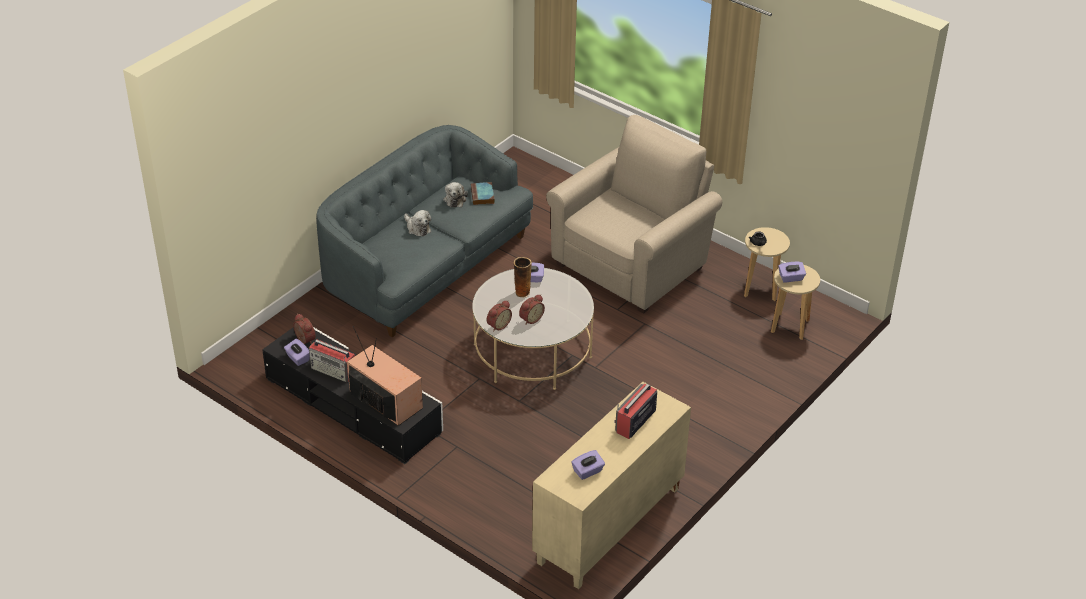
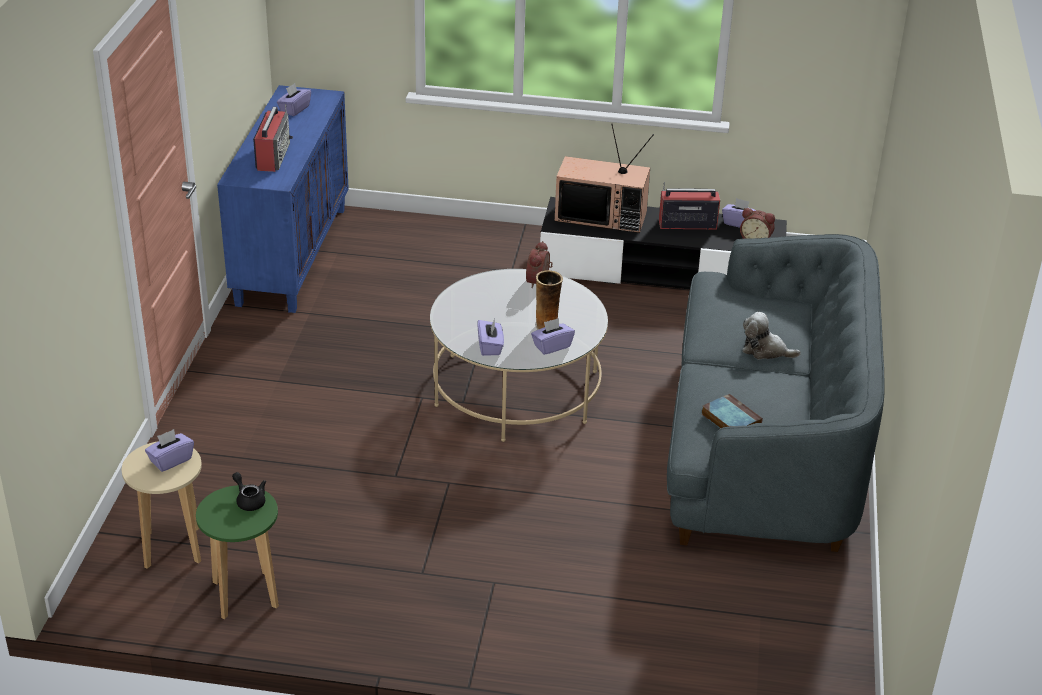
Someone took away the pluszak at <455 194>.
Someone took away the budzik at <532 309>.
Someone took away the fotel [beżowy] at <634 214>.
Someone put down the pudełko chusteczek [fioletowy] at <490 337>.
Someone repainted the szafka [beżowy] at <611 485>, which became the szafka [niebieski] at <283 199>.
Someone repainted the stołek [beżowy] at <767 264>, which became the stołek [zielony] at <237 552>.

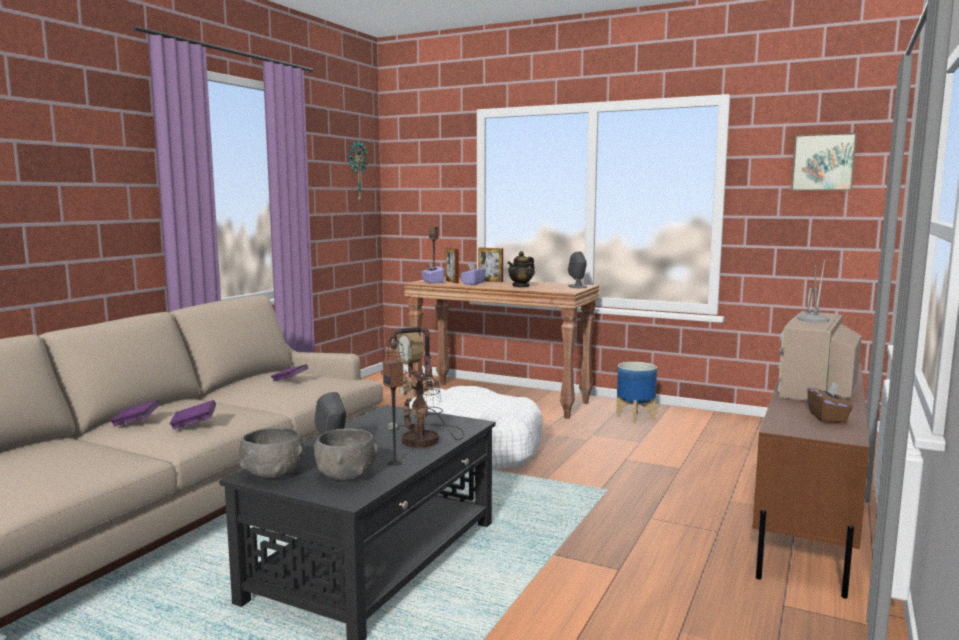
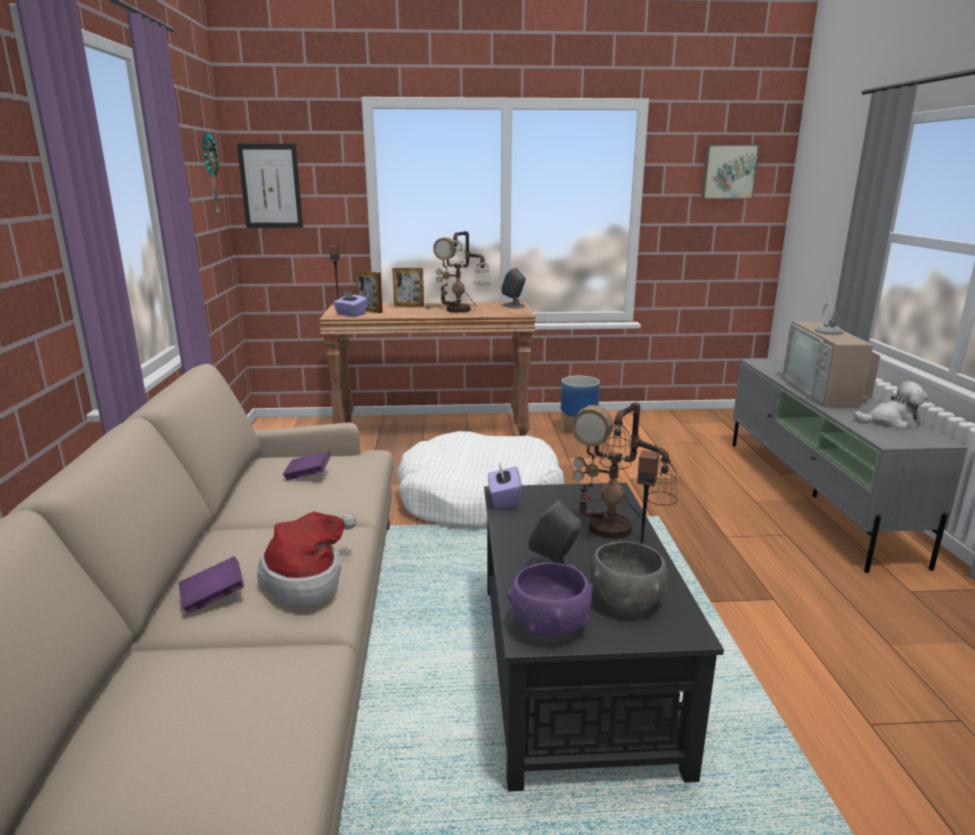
Someone put up the obraz at <270 186>.
Someone carried the pudełko chusteczek [fioletowy] from <473 274> to <505 485>.
Someone swapped the książka [fioletowy] at <193 415> for the kapelusz at <307 559>.
Someone swapped the imbryk at <521 269> for the lampa stołowa at <457 272>.
Someone swapped the pudełko chusteczek [brązowy] at <830 402> for the pluszak at <891 405>.
Someone repainted the miska [szary] at <272 453>, which became the miska [fioletowy] at <550 600>.
Someone repainted the szafka pod telewizor [brązowy] at <811 481>, which became the szafka pod telewizor [szary] at <850 465>.

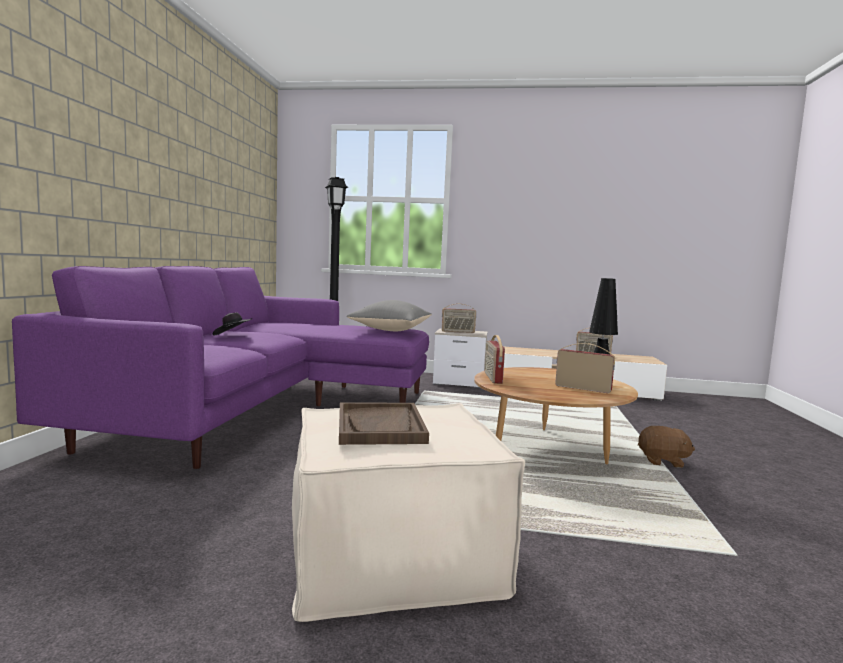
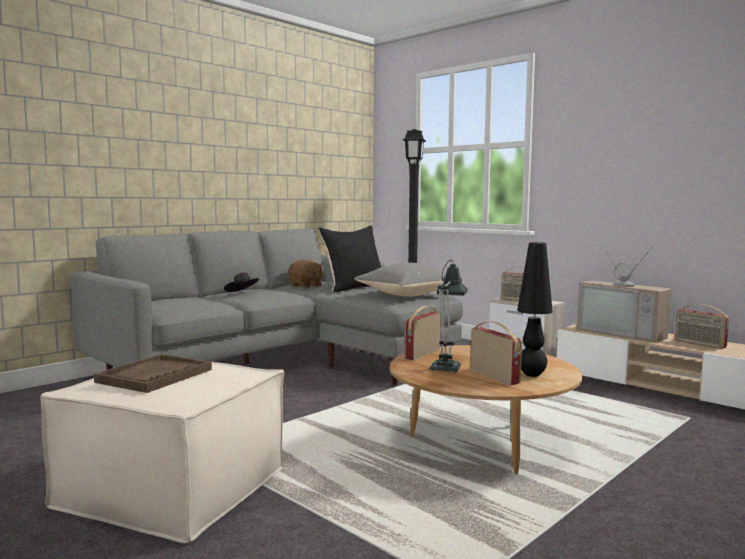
Someone put down the poduszka [czarny] at <349 259>.
Someone put down the lampa stołowa at <449 316>.
Someone put down the telewizor at <624 293>.
Someone carried the pluszak [brązowy] from <666 447> to <306 274>.
Someone repainted the kanapa [fioletowy] at <220 367>, which became the kanapa [szary] at <267 306>.

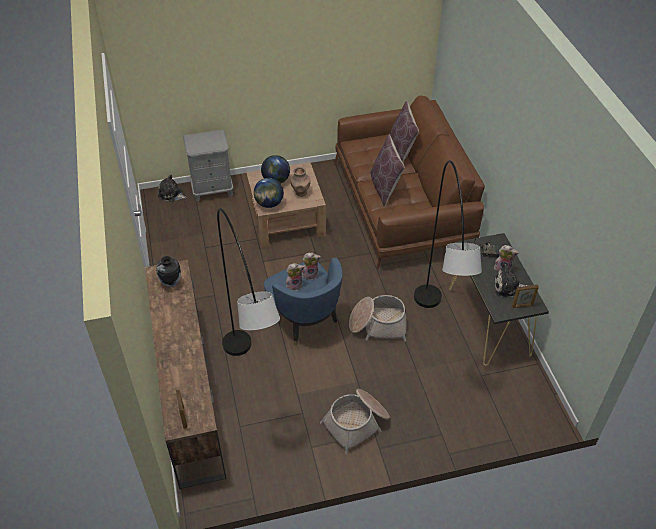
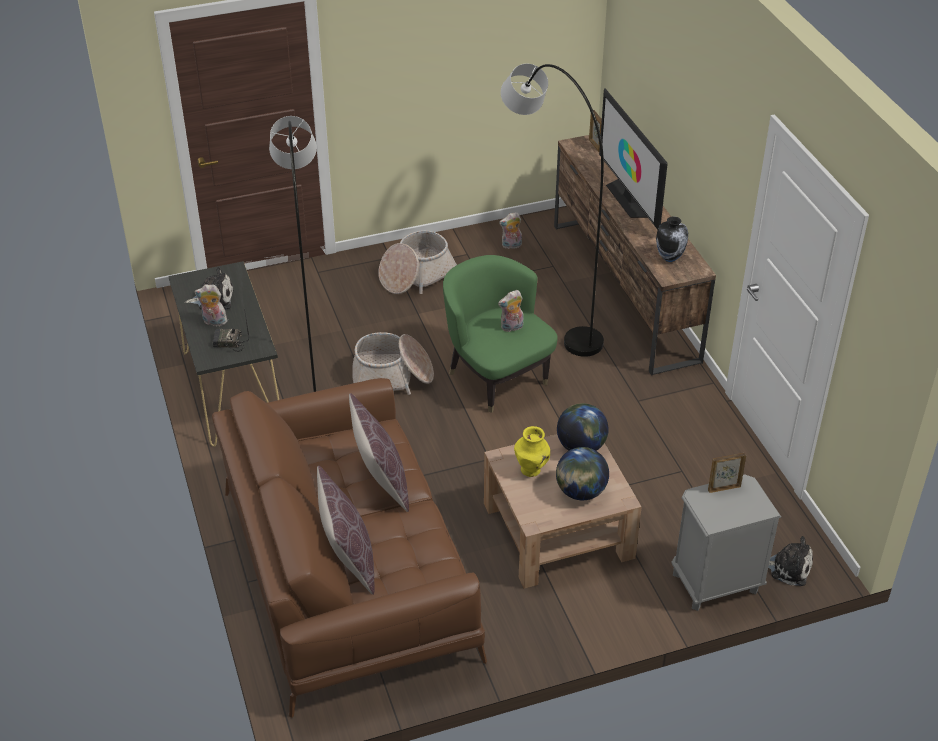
Someone put down the telewizor at <633 159>.
Someone carried the pluszak from <311 266> to <510 230>.
Someone carried the ramka na zdjęcie from <525 296> to <727 473>.
Someone repainted the fotel [niebieski] at <303 301>, which became the fotel [zielony] at <500 334>.
Someone repainted the wazon [brązowy] at <300 182>, which became the wazon [żółty] at <532 451>.

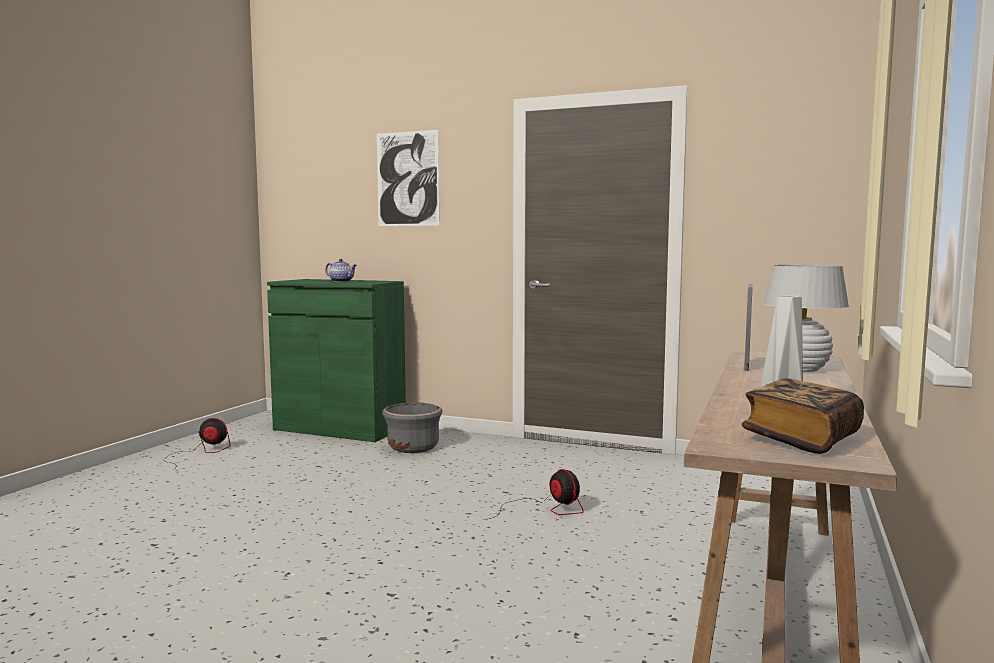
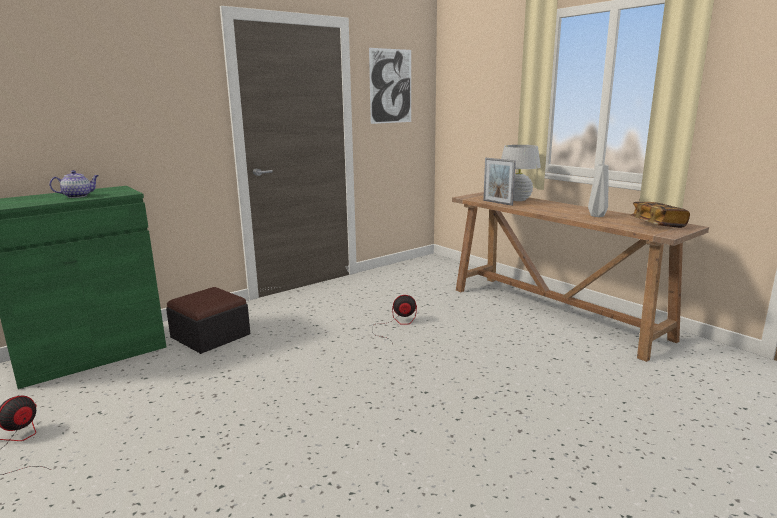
Someone carried the obraz from <408 178> to <390 86>.
Someone swapped the donica [szary] at <412 428> for the pufa at <208 320>.

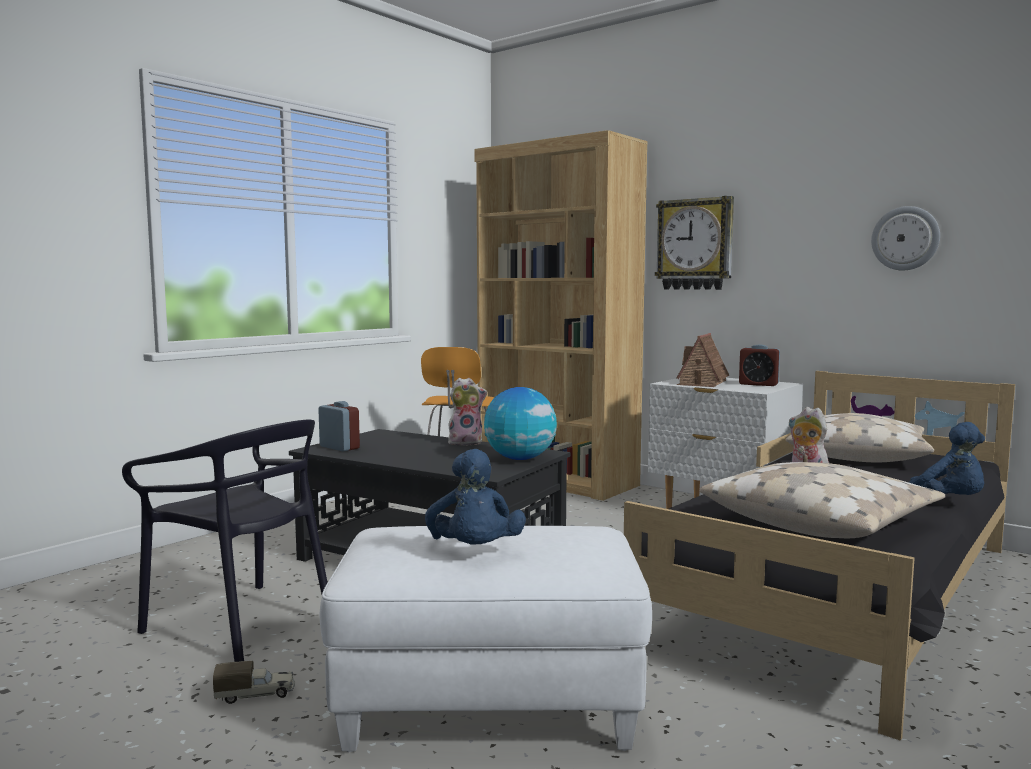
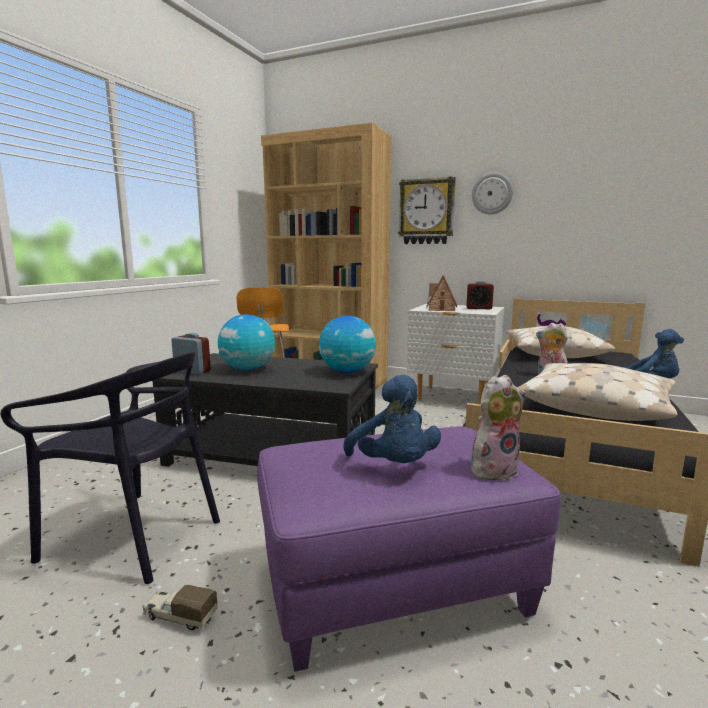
Someone put down the globus at <246 342>.
Someone carried the pluszak from <467 412> to <498 429>.
Someone carried the zegar ścienny from <905 238> to <492 193>.
Someone repainted the pufa [biały] at <486 639>, which became the pufa [fioletowy] at <408 549>.
Someone rotated the ciężarówka zabawkowa at <254 682> by 135 degrees counterclockwise.

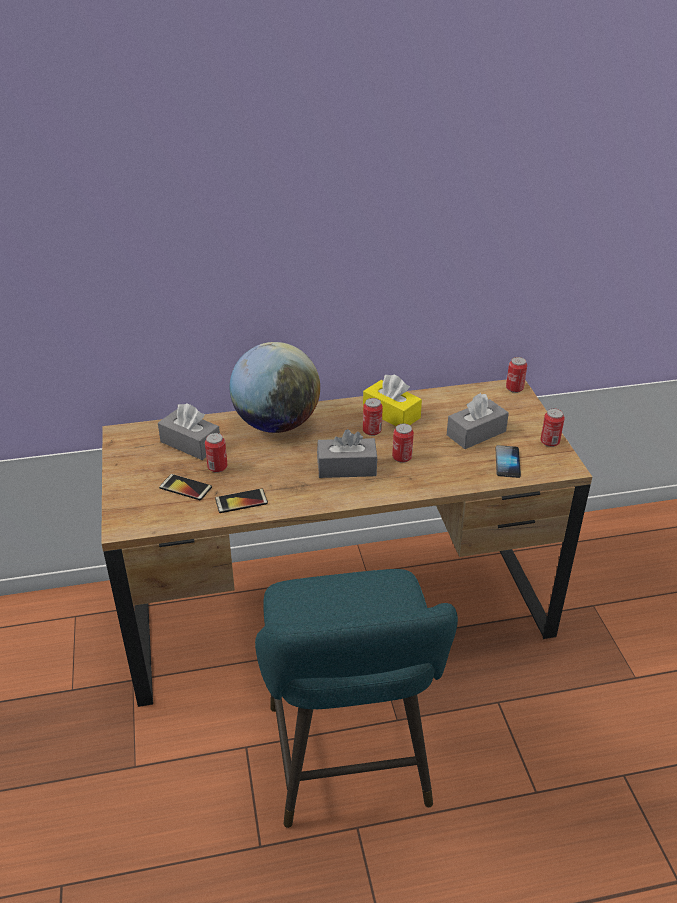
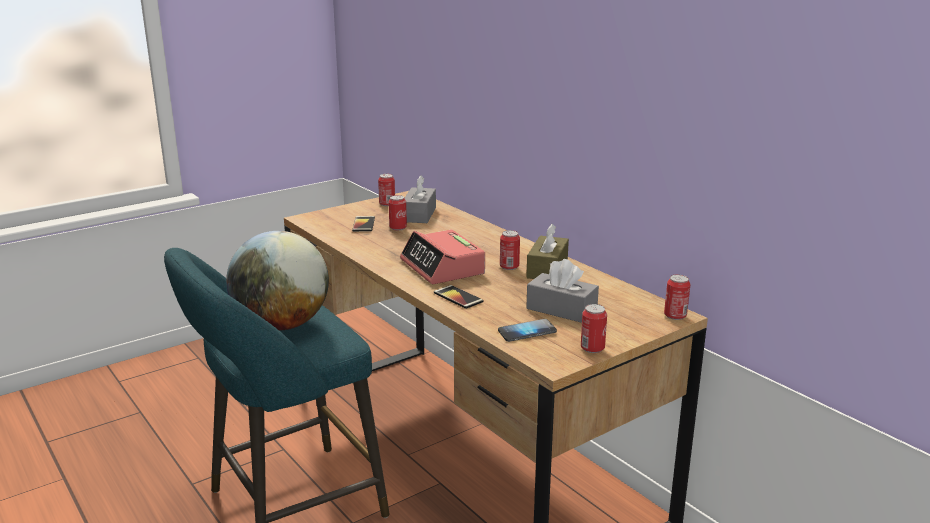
Someone carried the telefon from <241 500> to <459 297>.
Someone carried the globus from <275 387> to <277 281>.
Someone carried the puszka from <403 443> to <386 190>.
Someone swapped the pudełko chusteczek [szary] at <347 453> for the budzik at <442 256>.
Someone repainted the pudełko chusteczek [żółty] at <392 400>, which became the pudełko chusteczek [brązowy] at <547 251>.

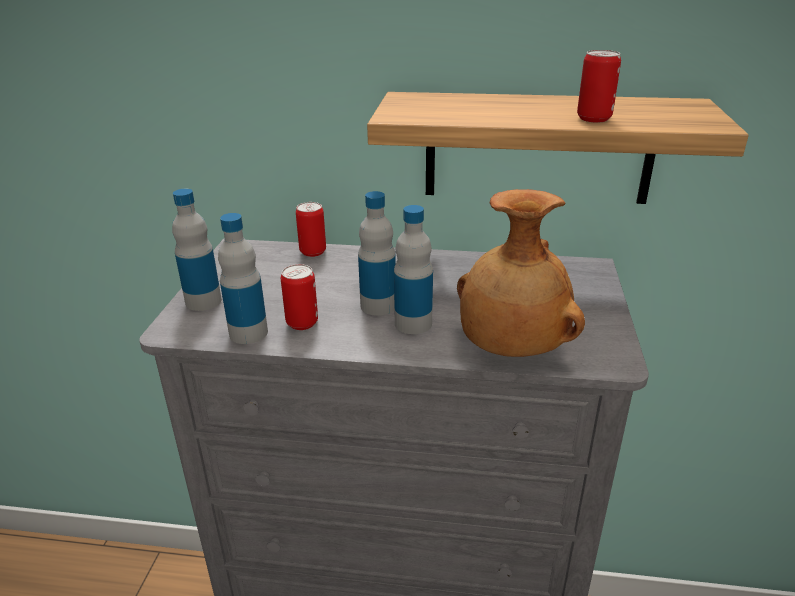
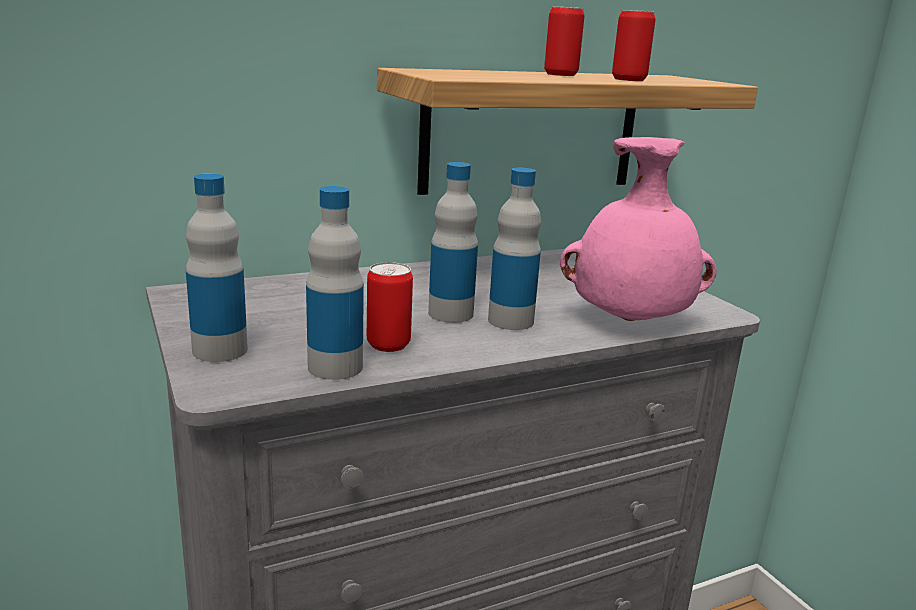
Someone carried the puszka from <311 229> to <564 41>.
Someone repainted the wazon [brązowy] at <521 273>, which became the wazon [różowy] at <638 229>.

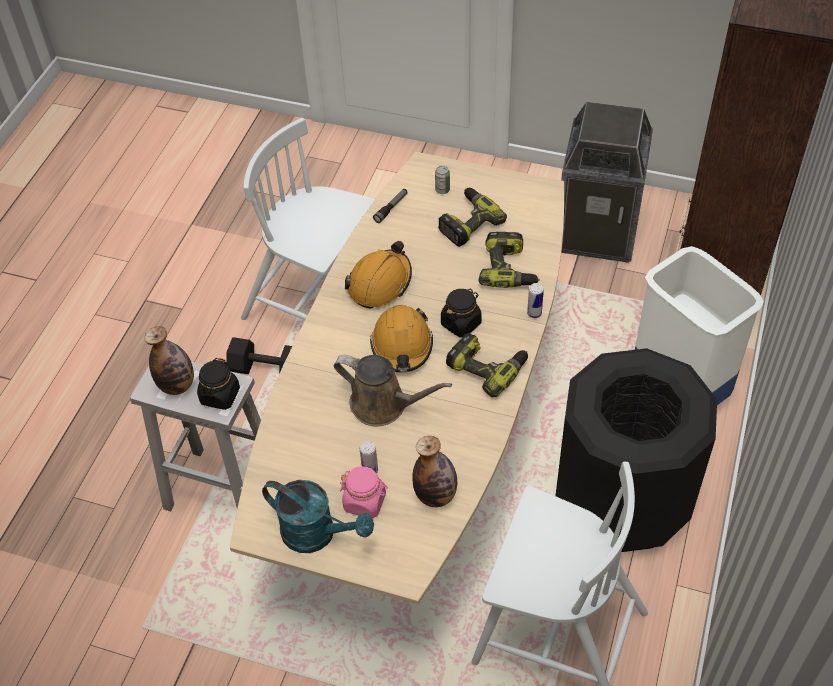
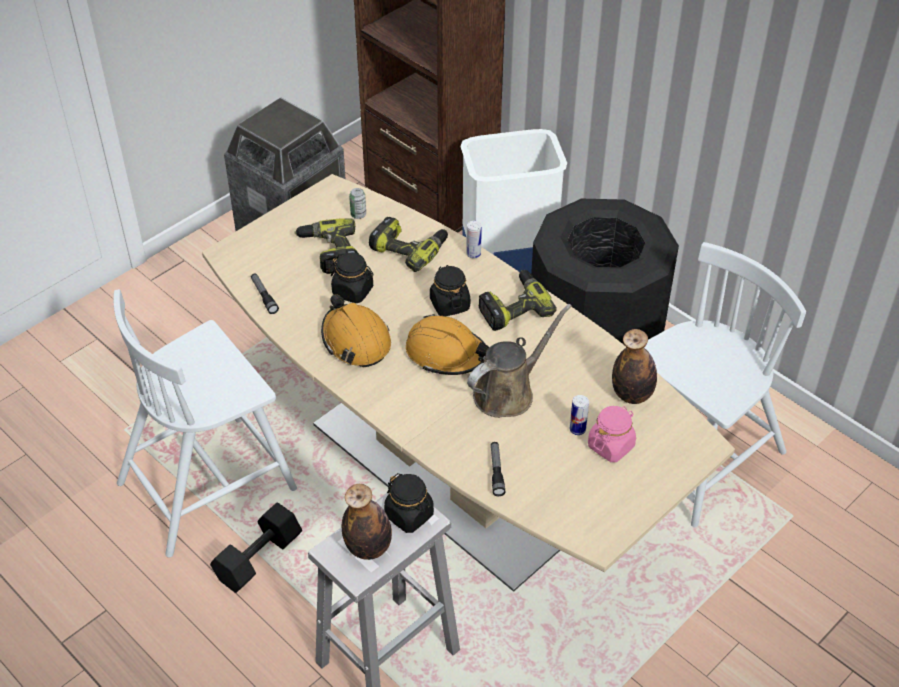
Someone took away the konewka [turkusowy] at <318 516>.
Someone put down the słoik [czarny] at <352 278>.
Someone put down the latarka at <498 469>.
Someone carried the puszka from <442 180> to <357 203>.

